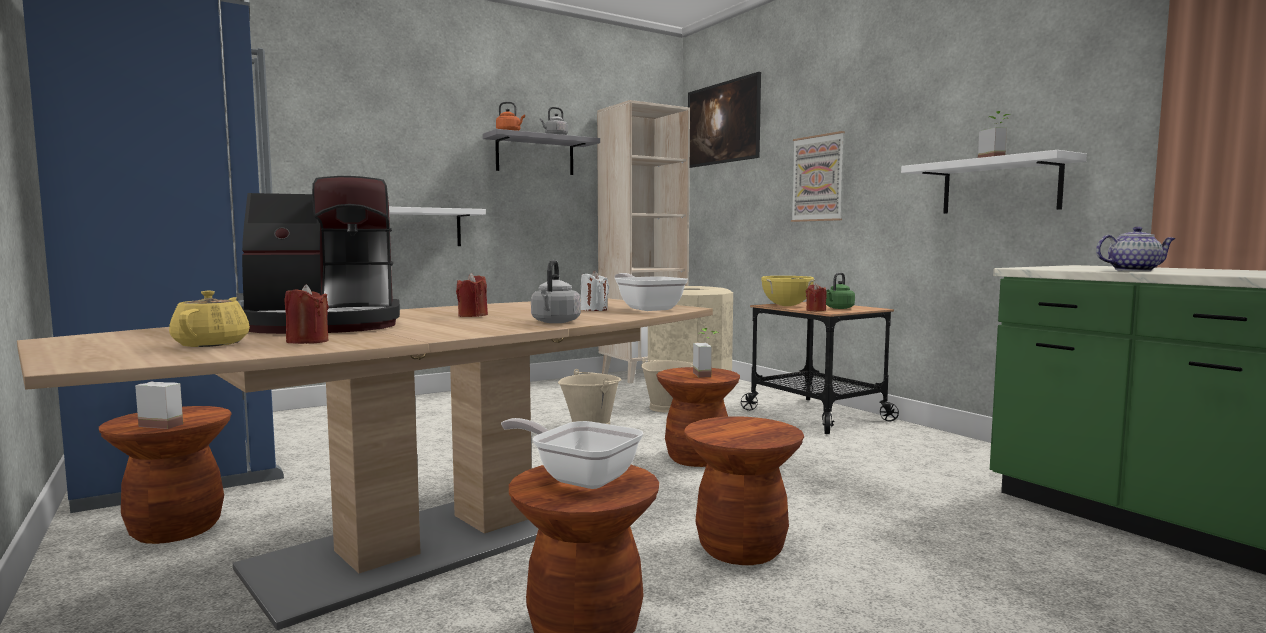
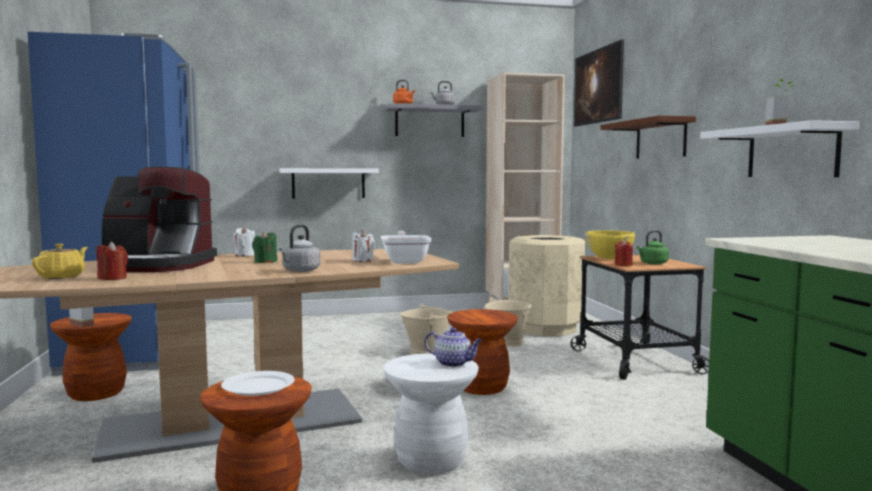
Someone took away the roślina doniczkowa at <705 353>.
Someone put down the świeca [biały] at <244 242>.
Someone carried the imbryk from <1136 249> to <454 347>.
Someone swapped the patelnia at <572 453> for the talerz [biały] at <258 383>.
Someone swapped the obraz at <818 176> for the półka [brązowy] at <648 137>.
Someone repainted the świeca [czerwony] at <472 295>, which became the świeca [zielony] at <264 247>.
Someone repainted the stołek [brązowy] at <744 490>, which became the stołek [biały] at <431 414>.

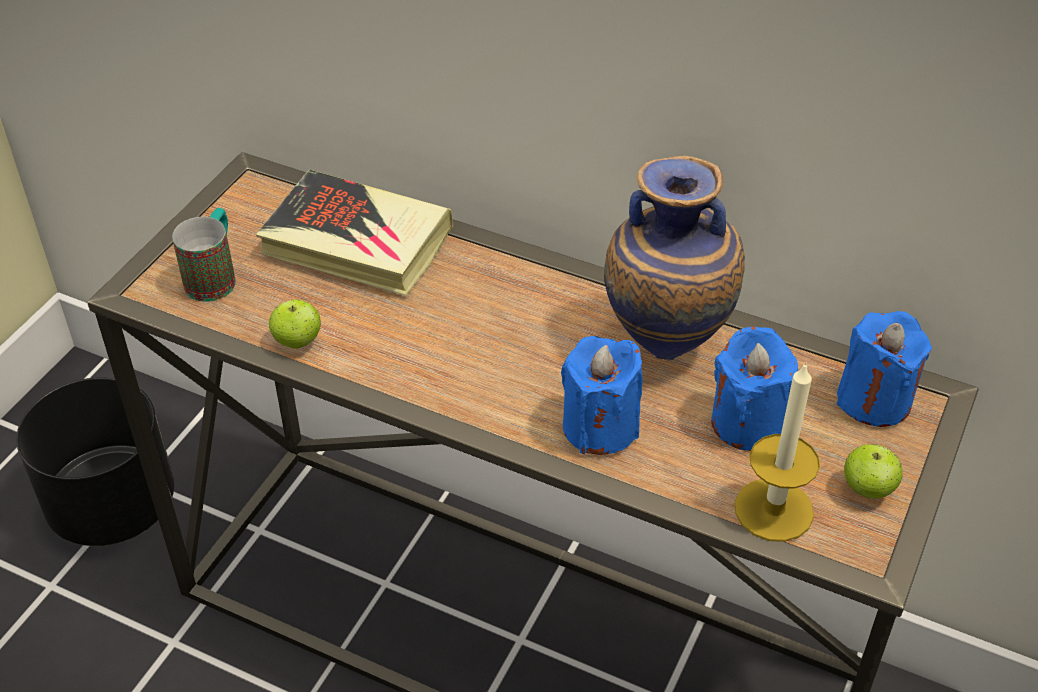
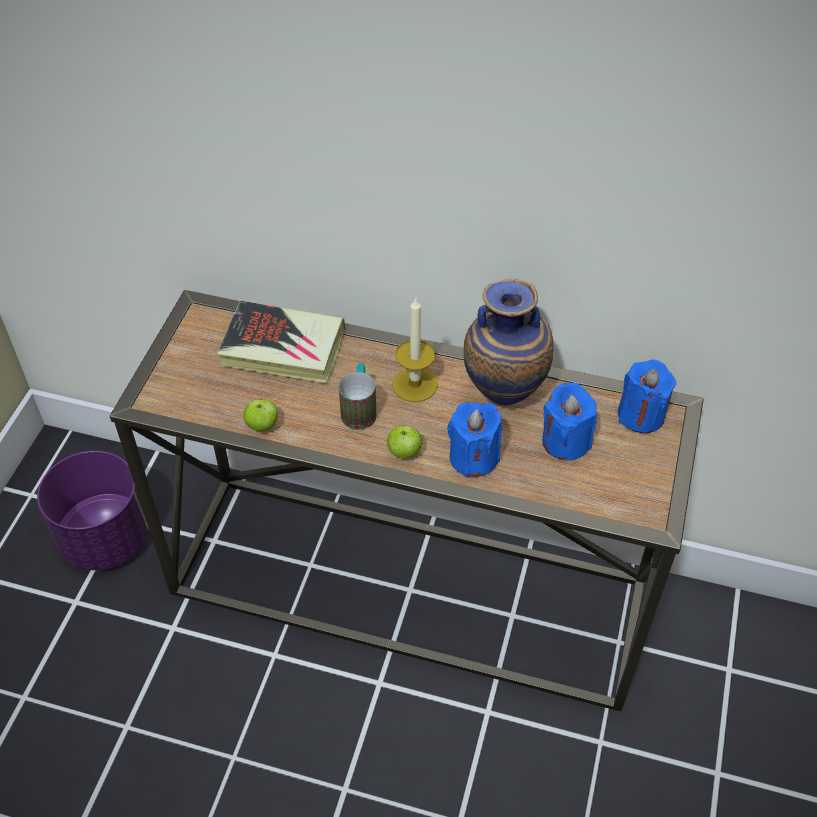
Someone carried the kubek from <204 255> to <358 396>.
Someone carried the świeca from <777 452> to <415 349>.
Someone carried the jabłko from <873 471> to <404 442>.
Someone repainted the donica [czarny] at <95 461>, which became the donica [fioletowy] at <92 510>.

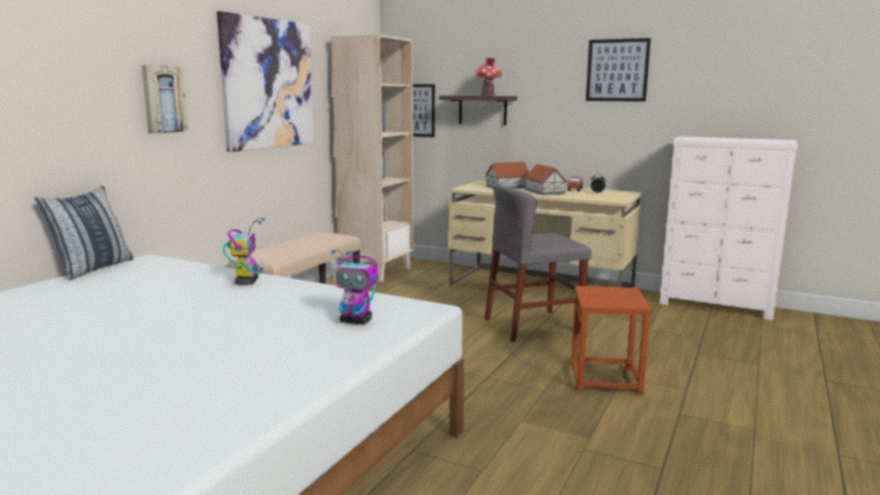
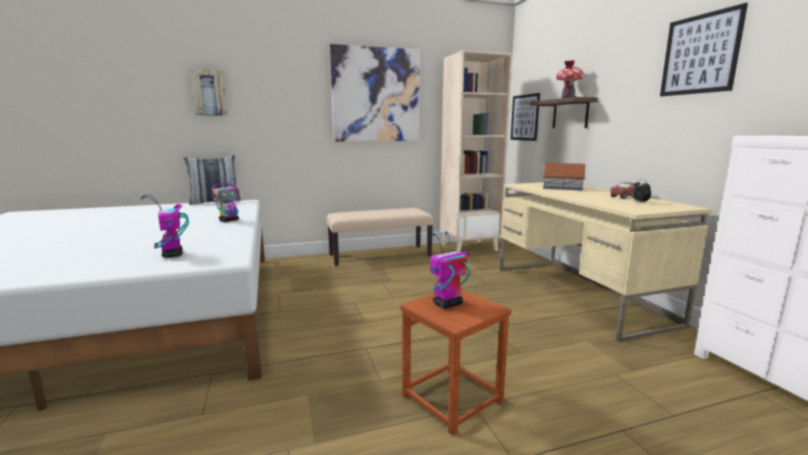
Someone took away the krzesło [szary] at <538 262>.
Someone took away the domek at <545 179>.
Someone put down the robot zabawkowy at <450 270>.
Someone carried the obraz from <165 99> to <208 92>.

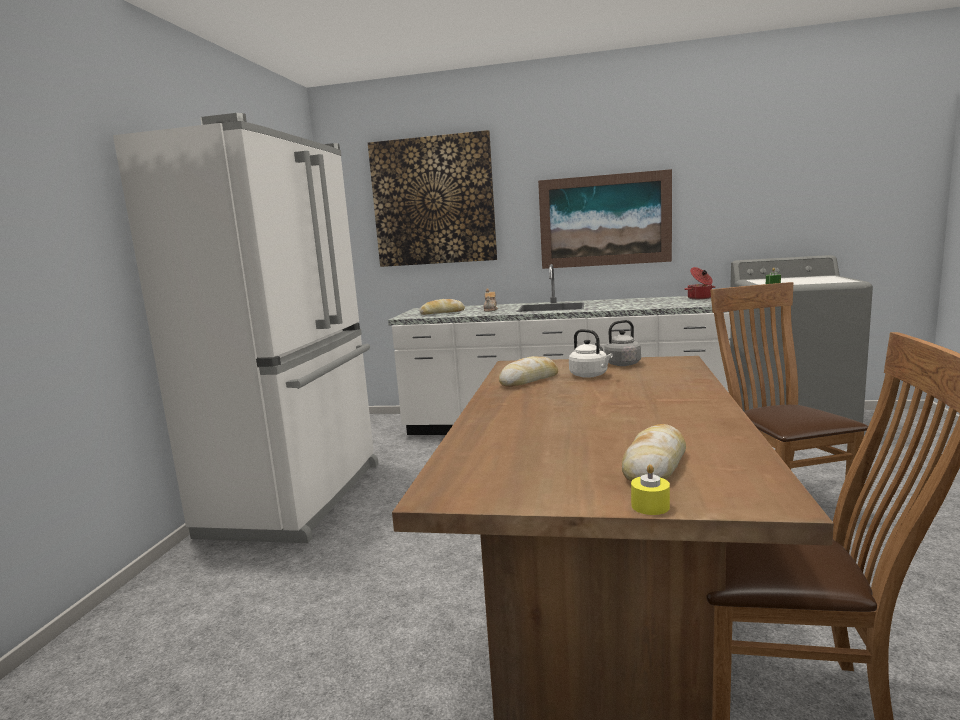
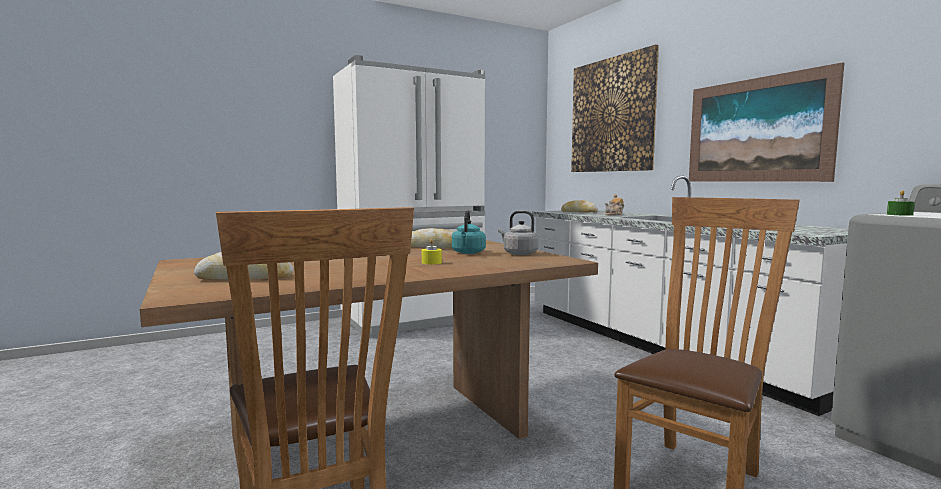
Someone took away the garnek at <700 283>.
Someone carried the świeca [żółty] from <650 489> to <432 251>.
Someone repainted the czajnik [biały] at <591 353>, which became the czajnik [turkusowy] at <469 232>.

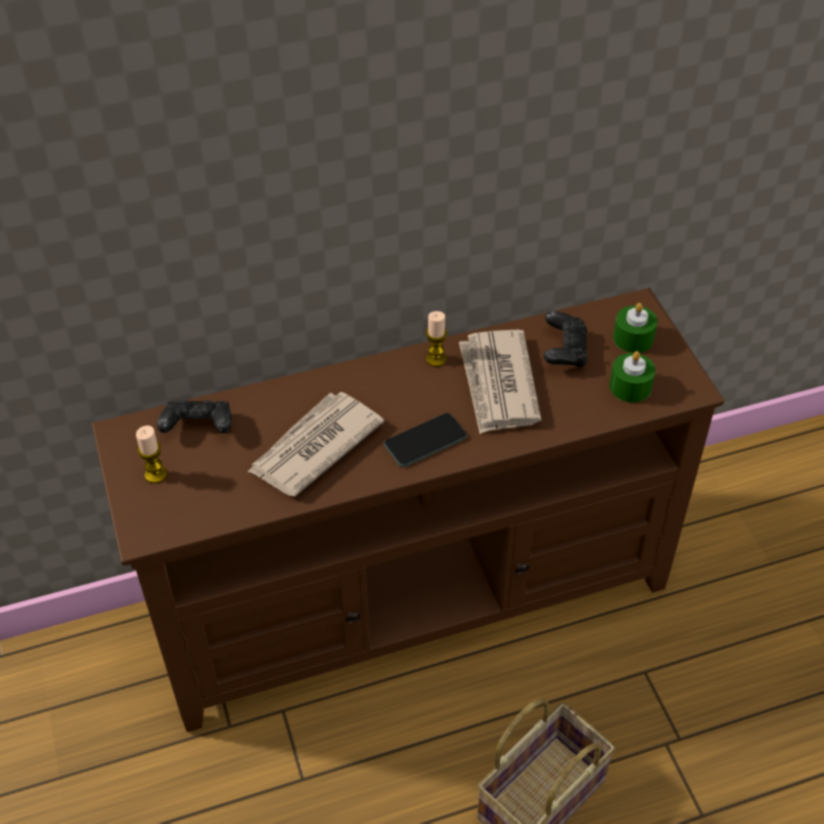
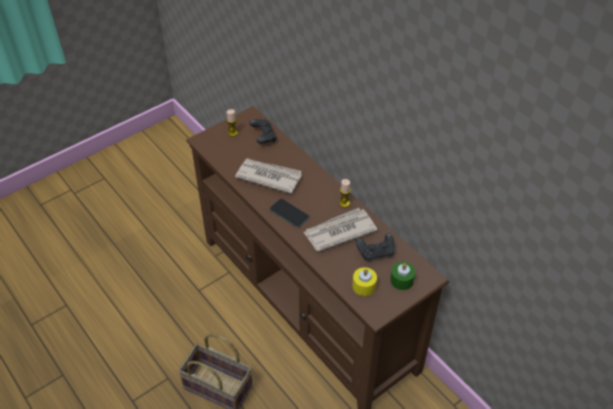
Someone repainted the świeca [zielony] at <632 377>, which became the świeca [żółty] at <364 281>.

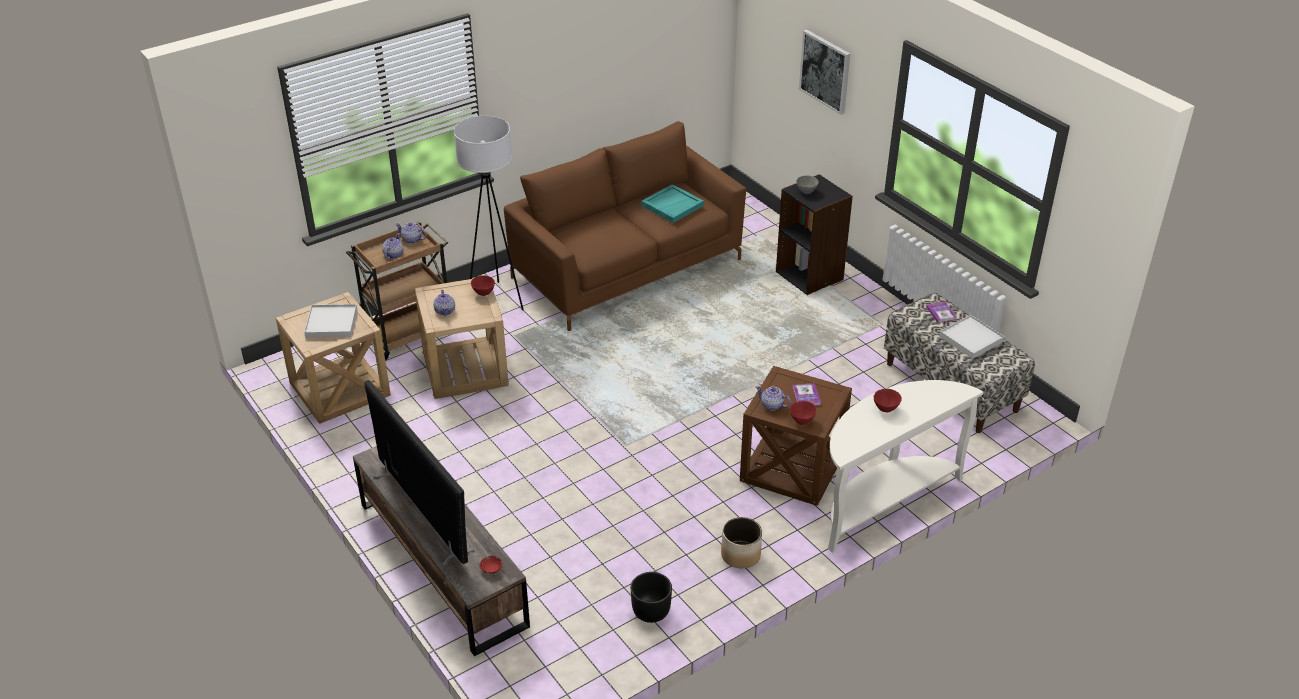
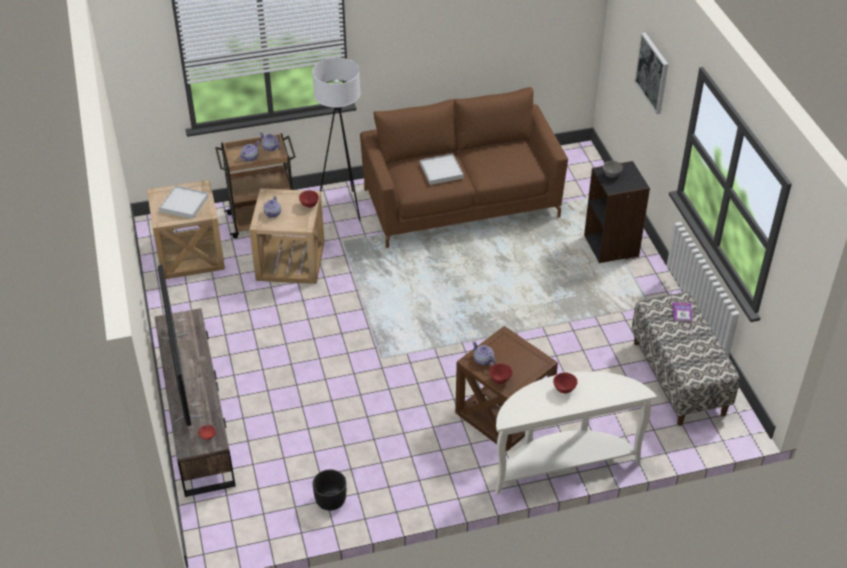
Someone took away the taca [turkusowy] at <672 203>.
Someone took away the donica at <741 542>.
Someone took away the książka at <806 394>.
Someone carried the taca [biały] from <972 337> to <442 169>.

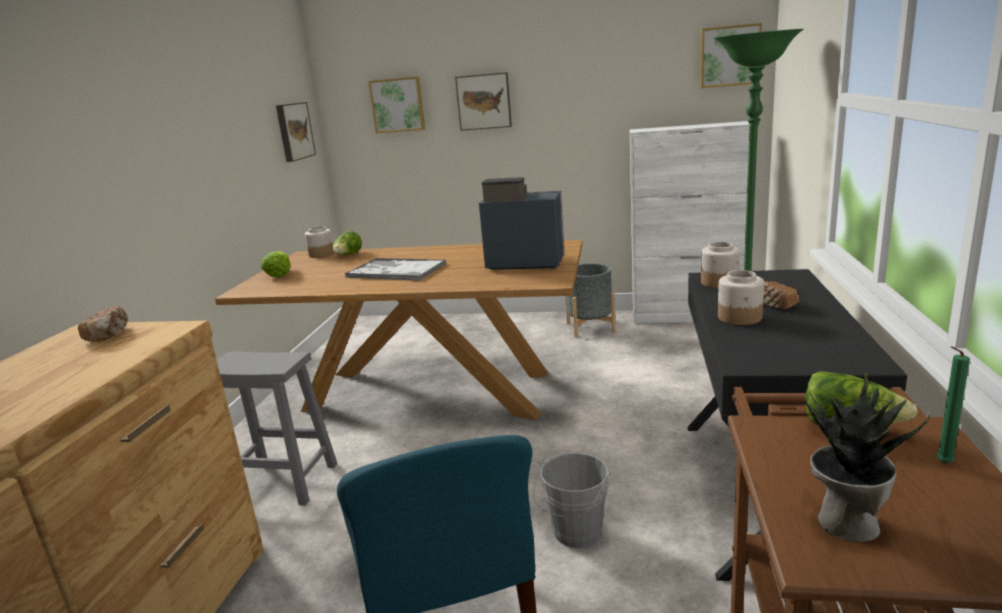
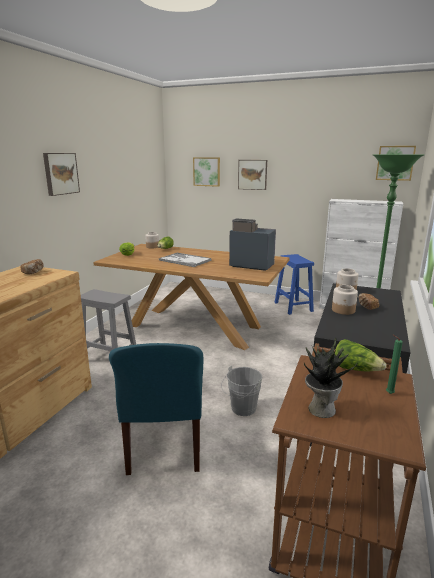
Someone carried the obraz from <296 132> to <61 174>.
Someone swapped the donica [szary] at <590 300> for the stołek [niebieski] at <294 284>.

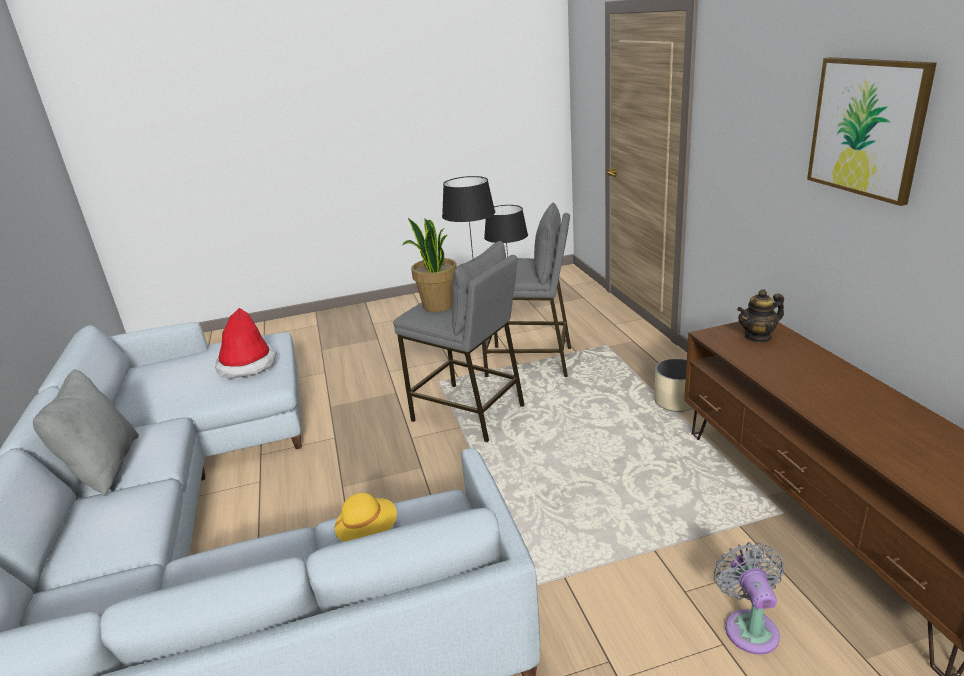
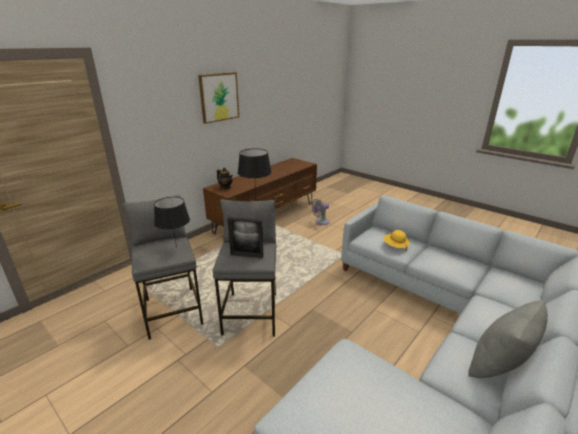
Someone took away the kapelusz at <246 343>.
Someone took away the donica [beżowy] at <673 385>.
Someone swapped the roślina doniczkowa at <430 265> for the ramka na zdjęcie at <245 237>.

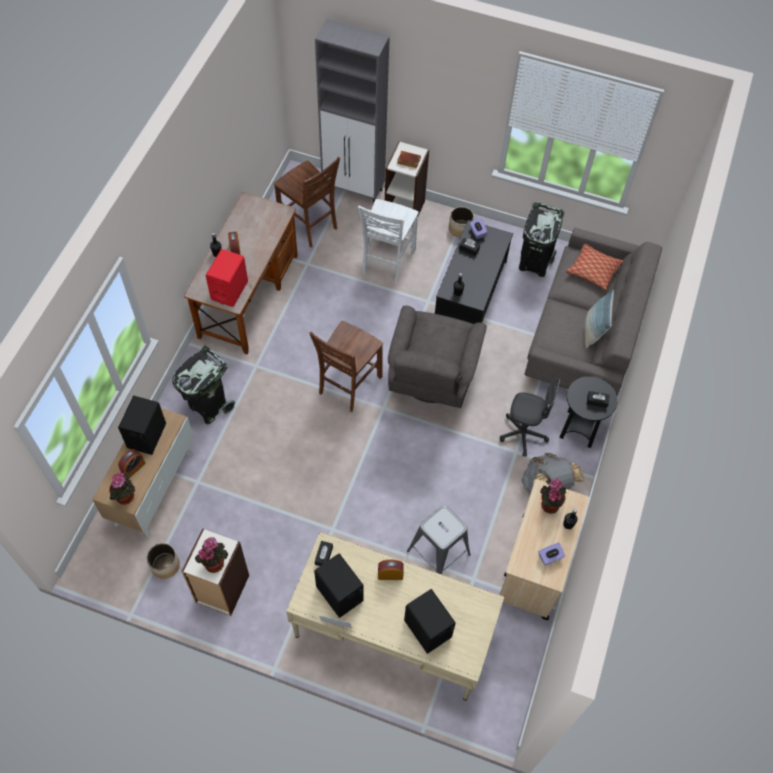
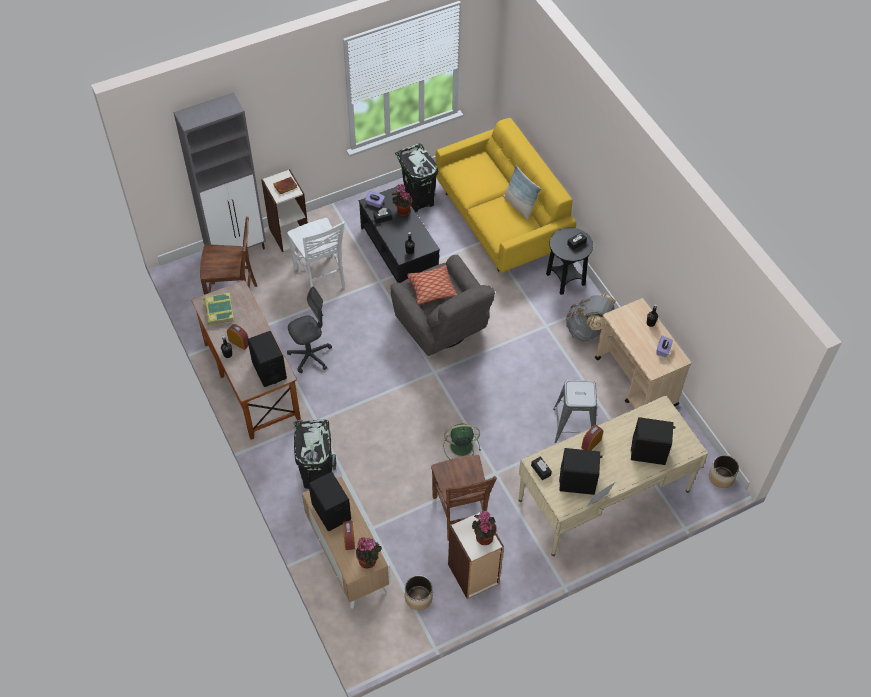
Someone put down the książka at <218 309>.
Someone put down the wentylator [zielony] at <462 440>.
Someone carried the krzesło [brązowy] from <346 366> to <464 498>.
Someone carried the donica from <461 222> to <724 471>.
Someone carried the krzesło biurowe [szary] from <530 417> to <309 329>.
Someone carried the roślina doniczkowa from <553 496> to <402 200>.
Someone carried the poduszka from <595 267> to <432 285>.
Someone repainted the głośnik [czerwony] at <226 278>, which became the głośnik [czarny] at <267 359>.
Someone repainted the kanapa [szary] at <593 311>, which became the kanapa [żółty] at <505 195>.

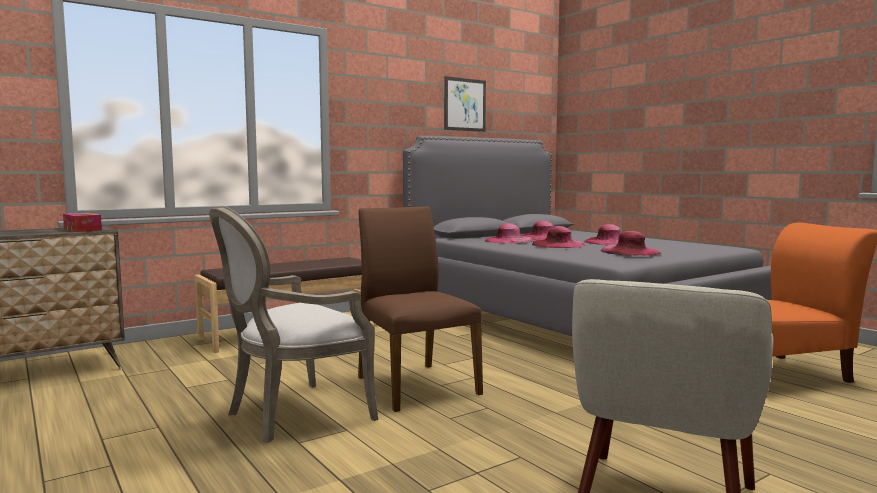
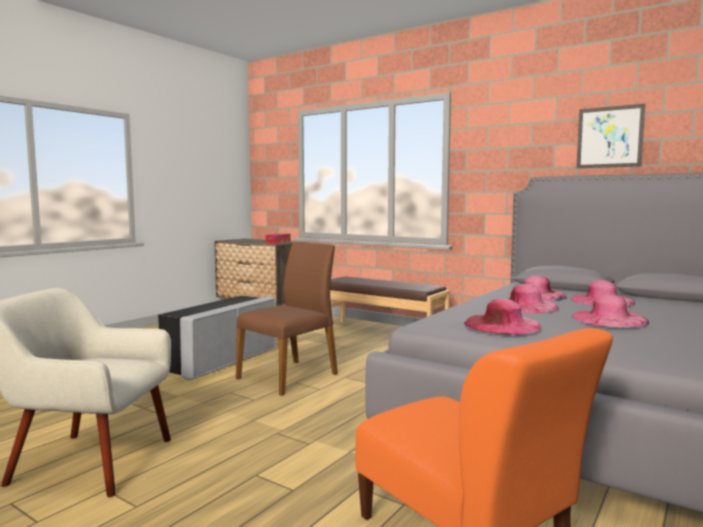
Someone swapped the fotel at <293 324> for the pufa [szary] at <217 338>.

